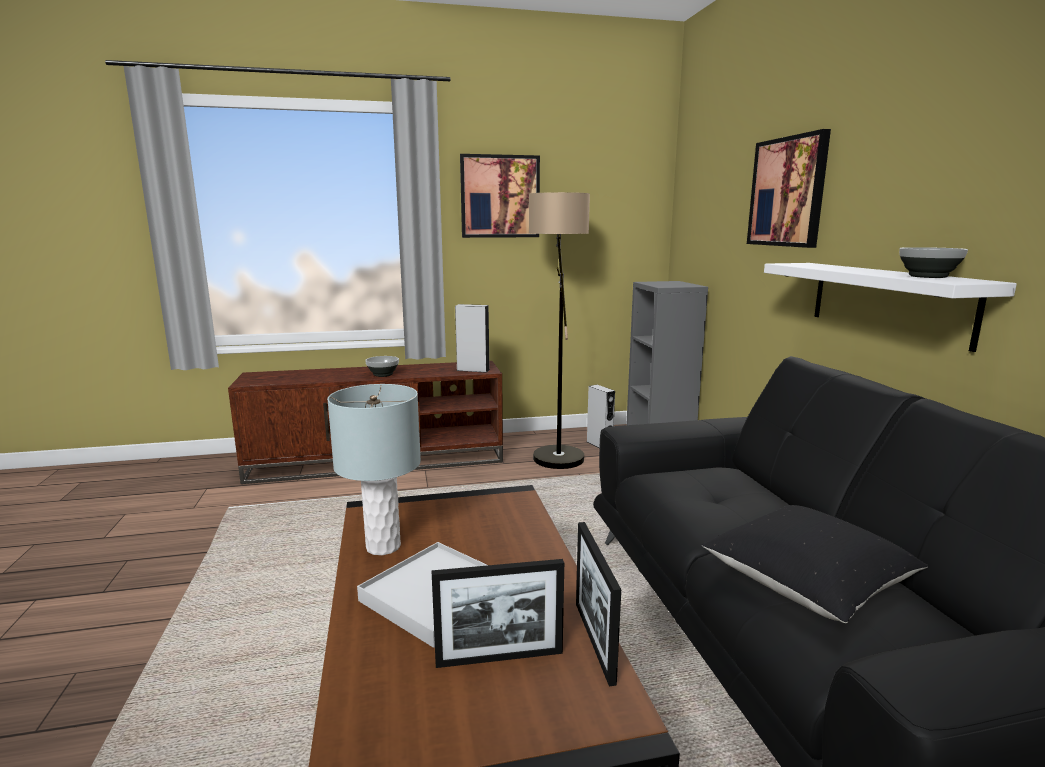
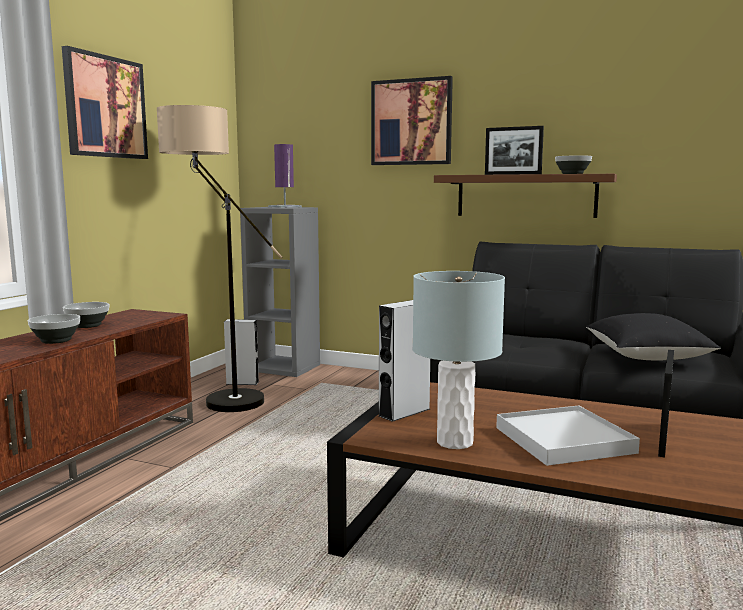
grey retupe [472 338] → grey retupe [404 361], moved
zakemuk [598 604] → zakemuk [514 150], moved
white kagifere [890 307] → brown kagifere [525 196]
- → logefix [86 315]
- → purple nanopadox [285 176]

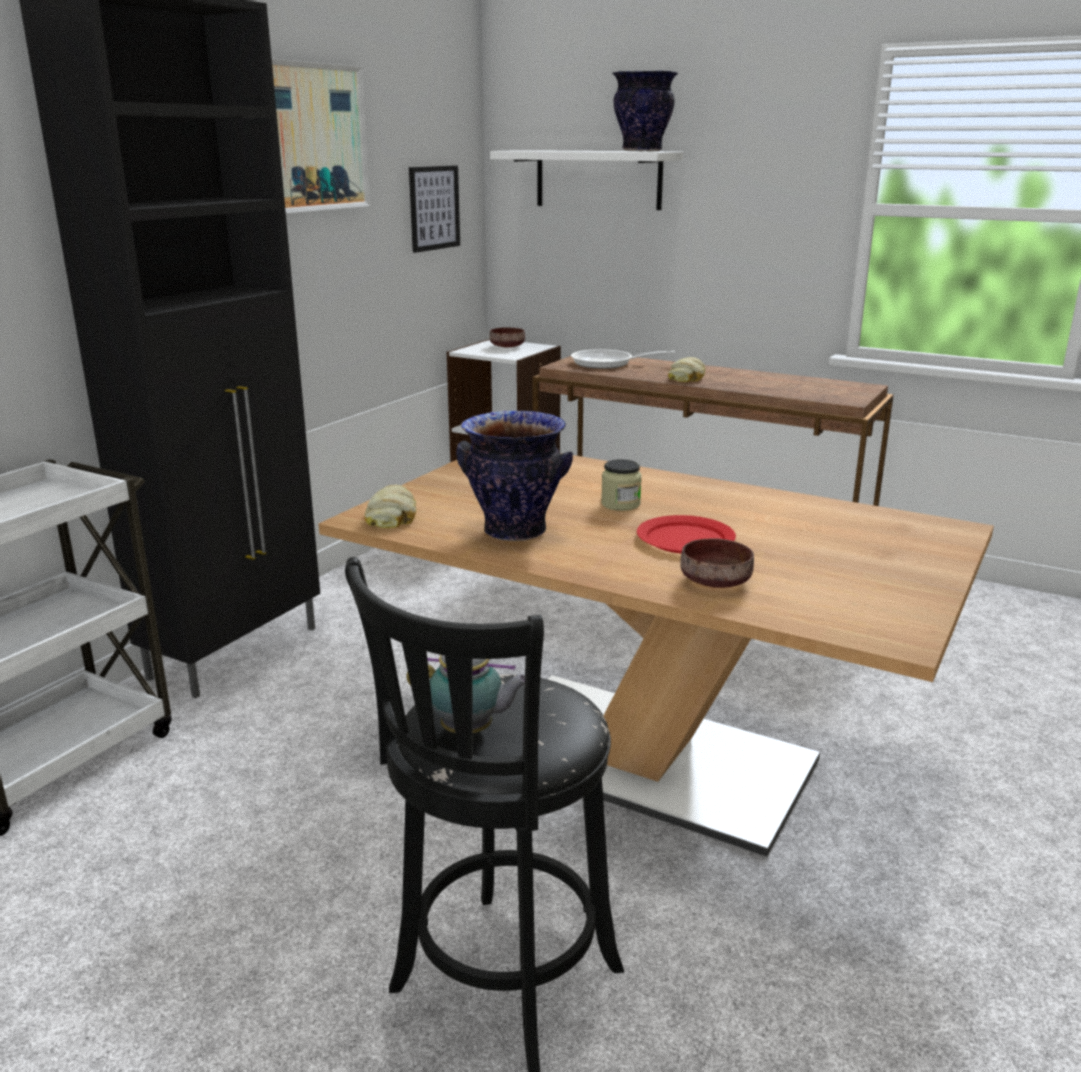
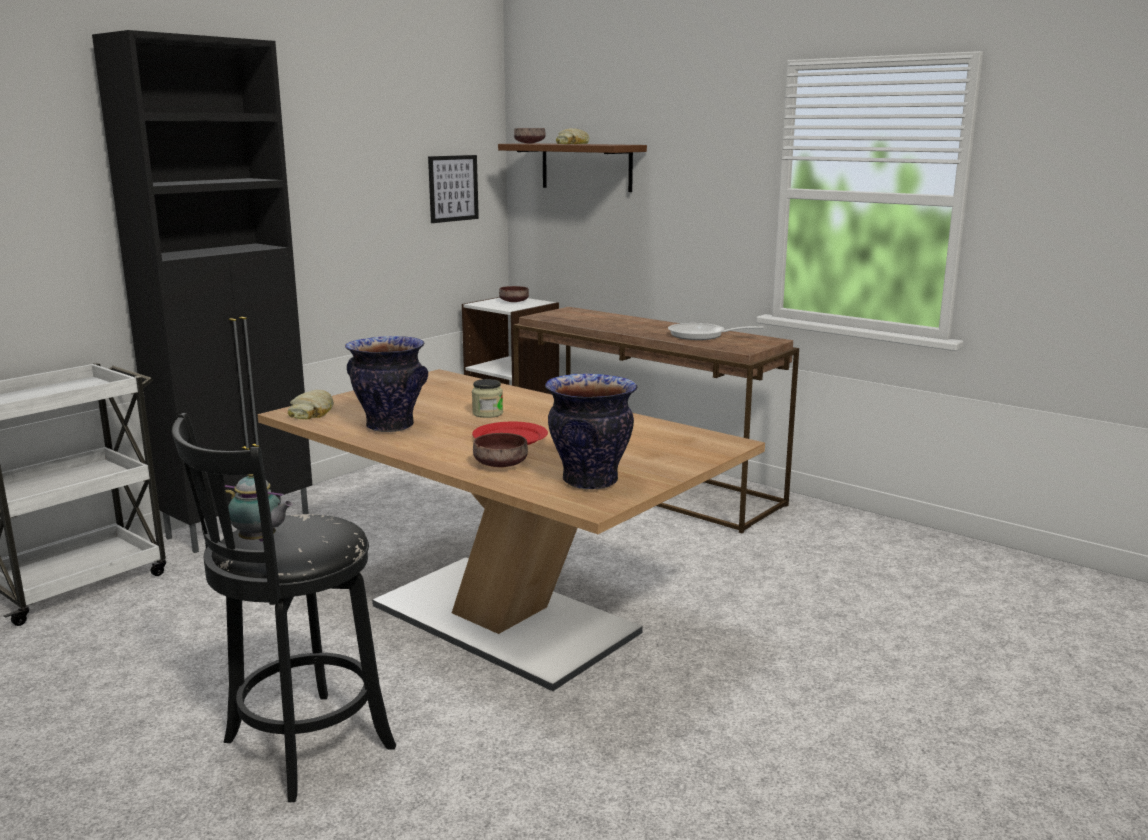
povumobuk [321 136] → -
white kagifere [586 180] → brown kagifere [572 167]
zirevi [623 359] → zirevi [716 331], moved
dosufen [645 111] → dosufen [591 431], moved
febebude [686 369] → febebude [572 136], moved
- → brown logefix [530 136]

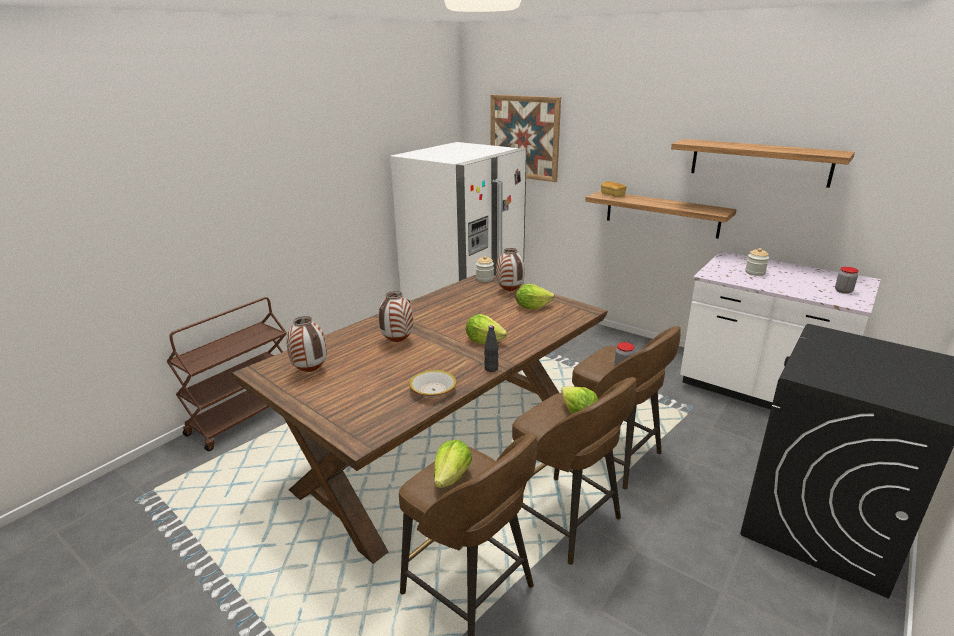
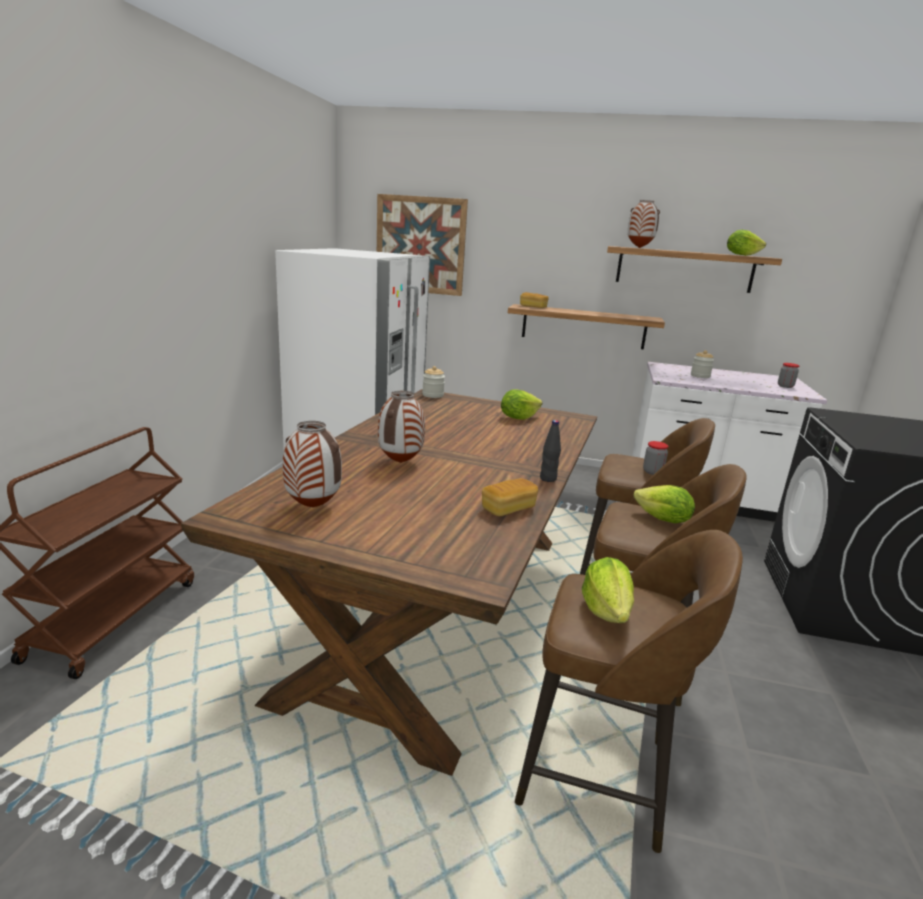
logefix [432 384] → febebude [510 497]
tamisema [487 329] → tamisema [746 243], moved
dosufen [510 270] → dosufen [644 224], moved

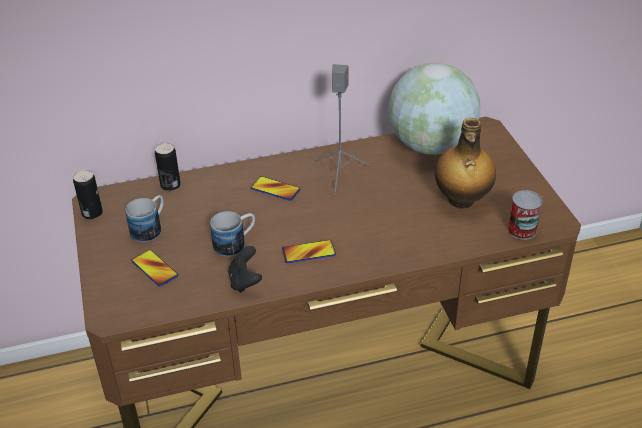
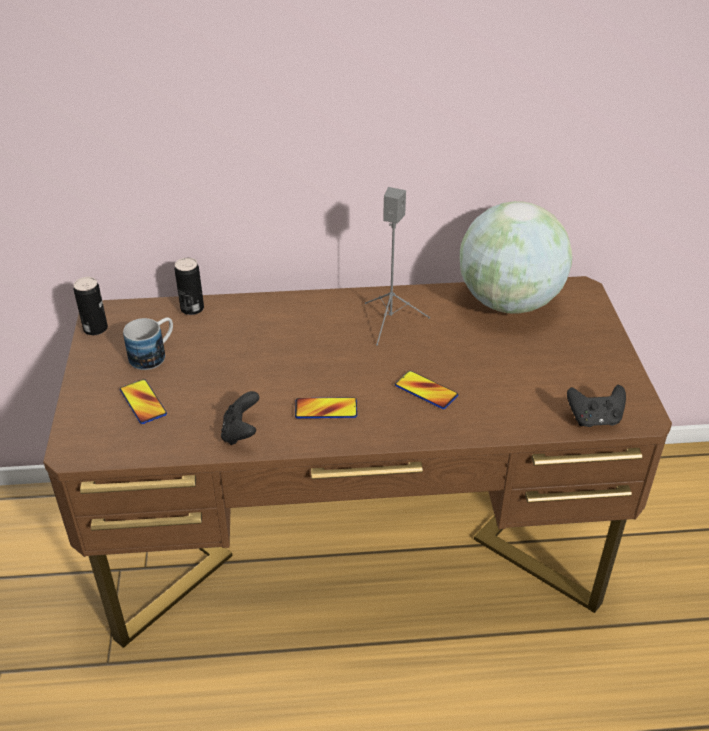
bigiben [232 234] → -
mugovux [276 188] → mugovux [426 390], moved
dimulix [465 163] → -
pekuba [525 215] → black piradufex [596 406]

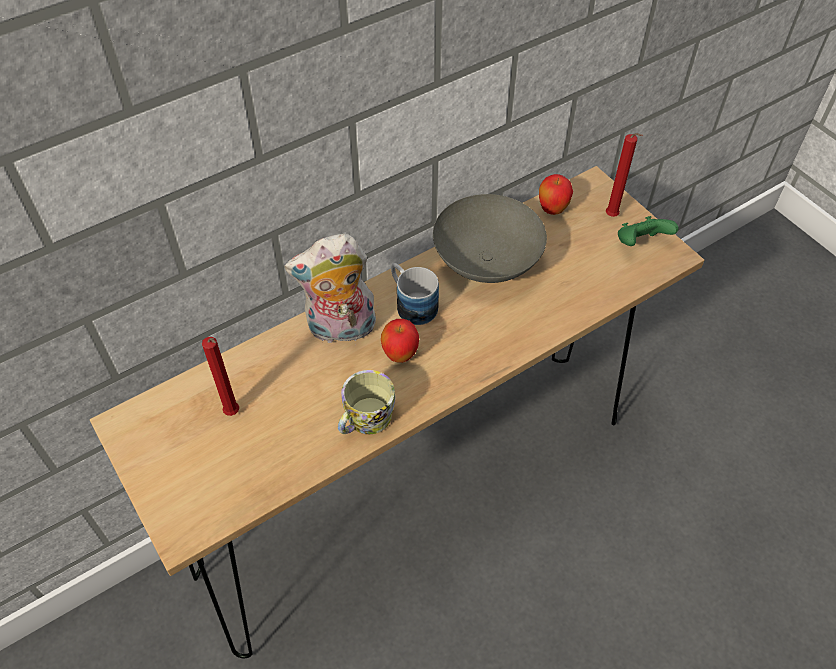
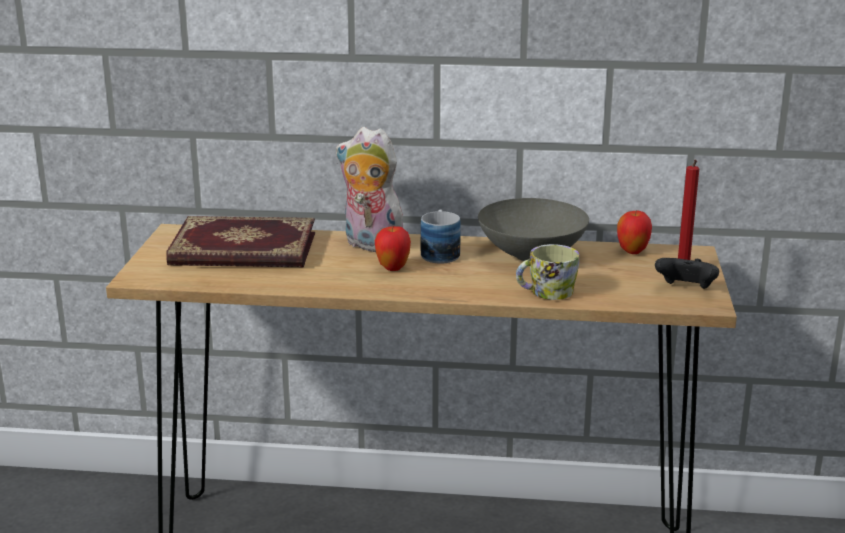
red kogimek [220 376] → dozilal [240 241]
bigiben [366 402] → bigiben [547 272], moved
green piradufex [648 231] → black piradufex [687 273]

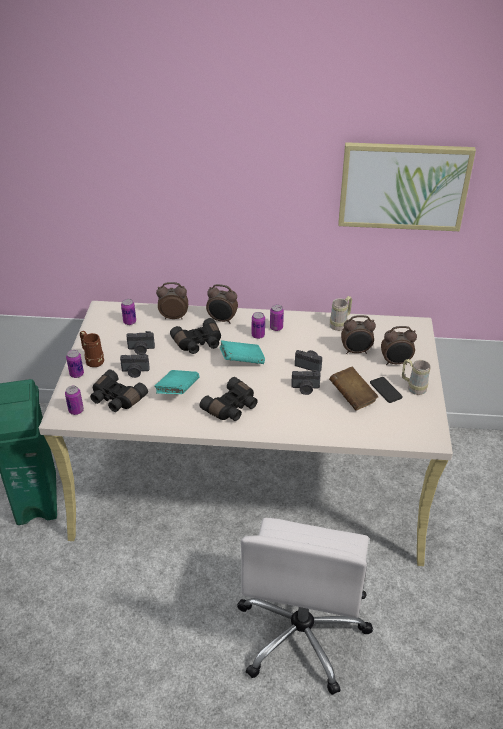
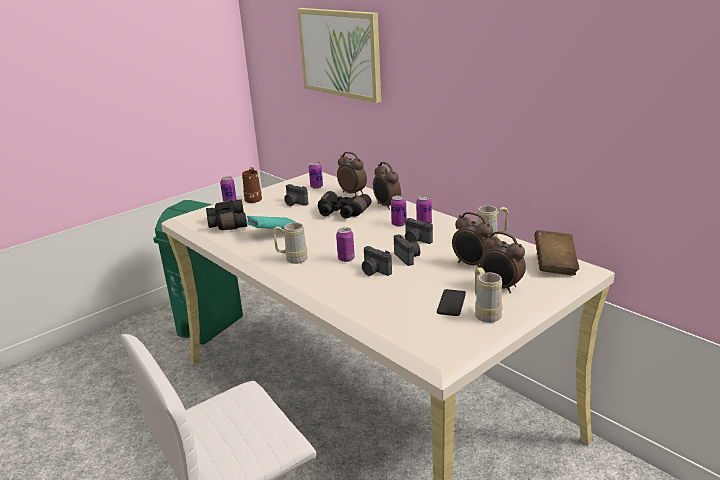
pekuba [74 400] → pekuba [345 244], moved
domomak [135 365] → domomak [419 231], moved
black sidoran [229 399] → beige bigiben [290 243]
turquoise dozilal [242 352] → -
brown dozilal [353 388] → brown dozilal [556 252], moved
povumobuk [407 186] → povumobuk [339 55], moved

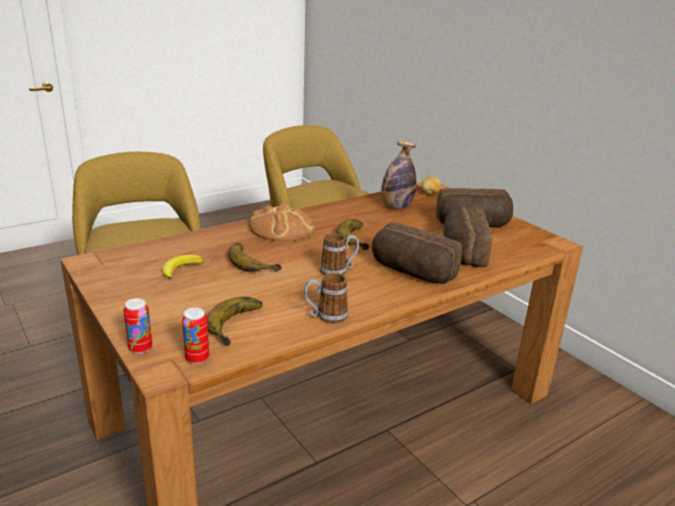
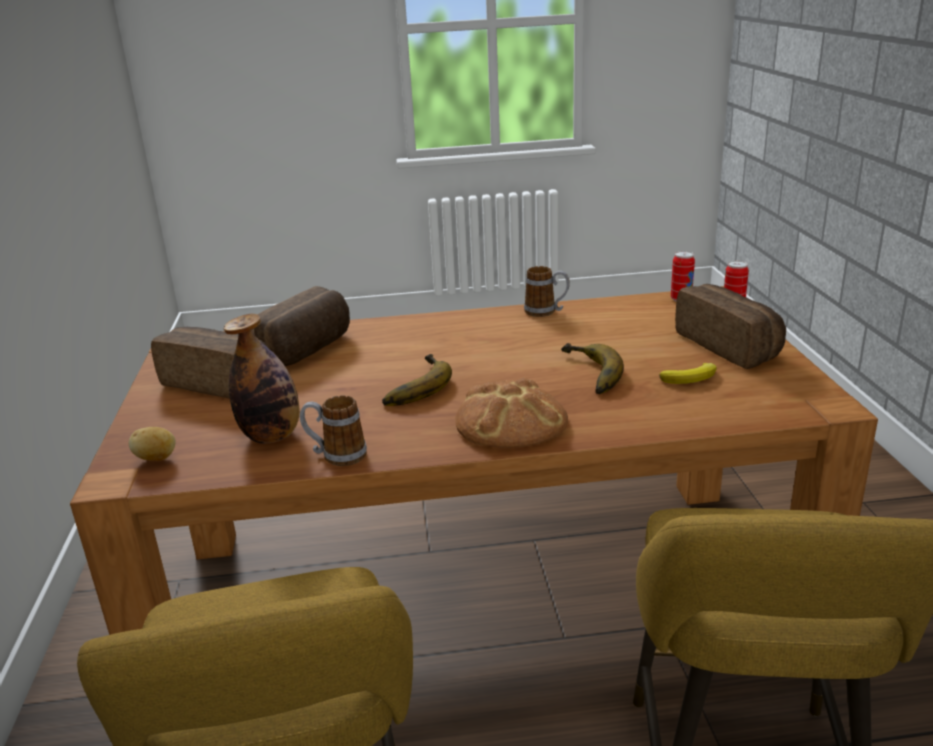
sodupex [234 321] → -
bigiben [339 254] → bigiben [333 430], moved
febebude [417 253] → febebude [730 326], moved

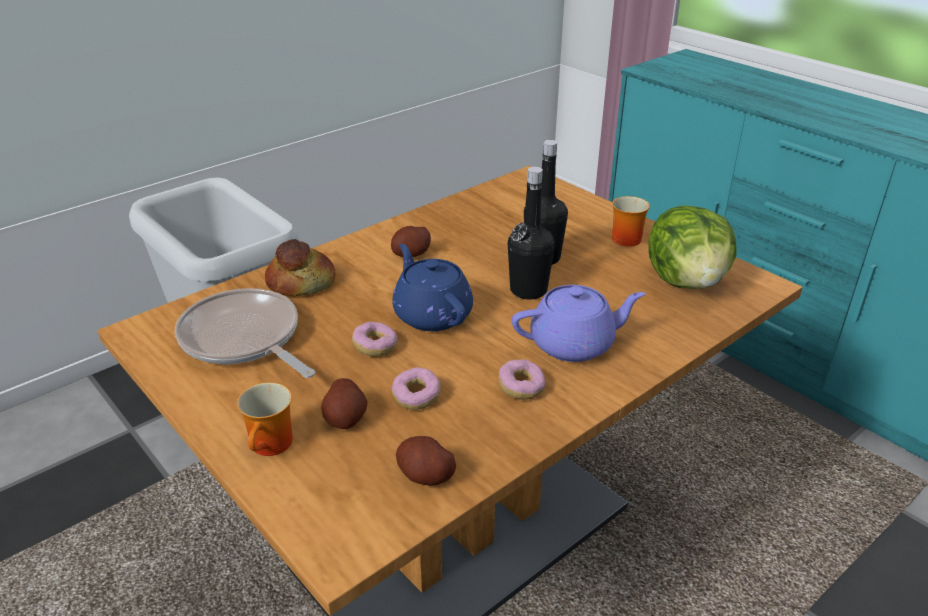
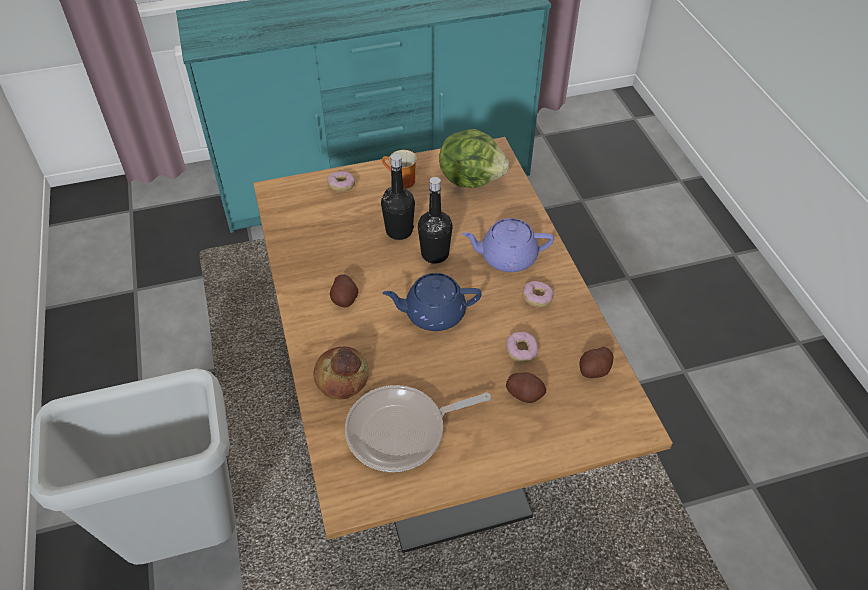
bigiben [265 419] → -
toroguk [375 339] → toroguk [341 181], moved
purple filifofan [578 323] → purple filifofan [508 245], 105 degrees counterclockwise

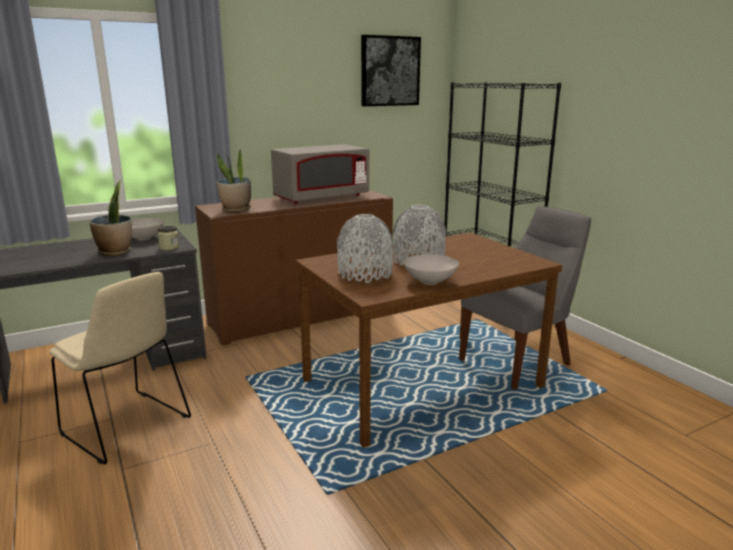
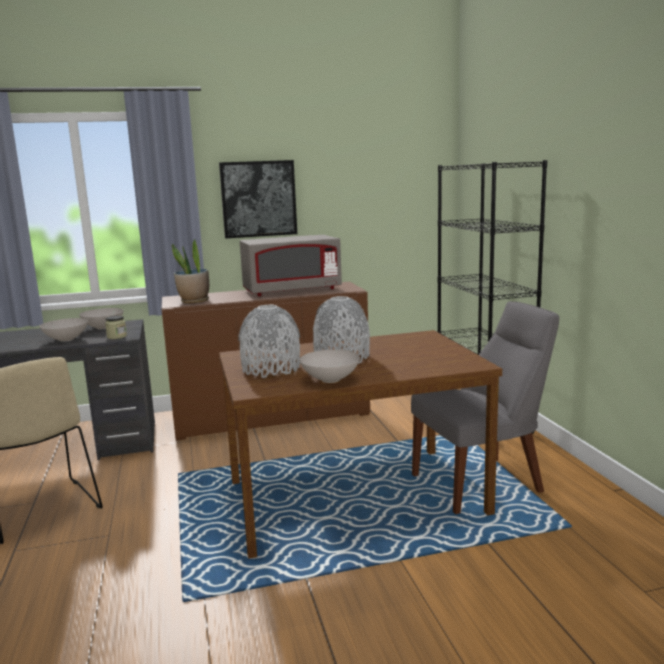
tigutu [110 218] → white logefix [64 329]
povumobuk [391 70] → povumobuk [258 199], moved

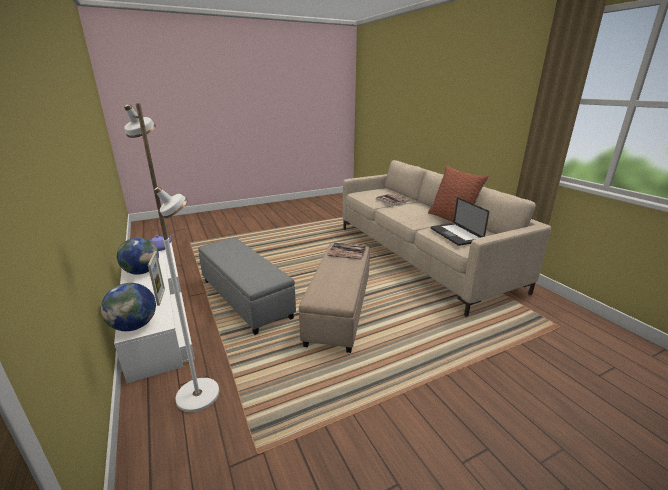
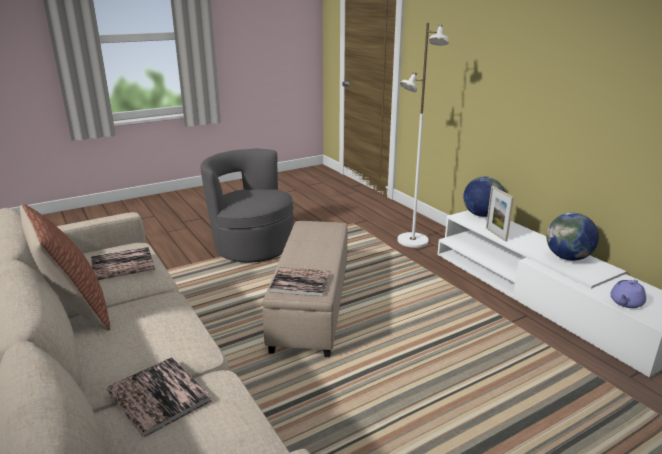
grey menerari [247 286] → -
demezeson [460 221] → dozilal [123 263]
- → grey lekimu [247 206]

